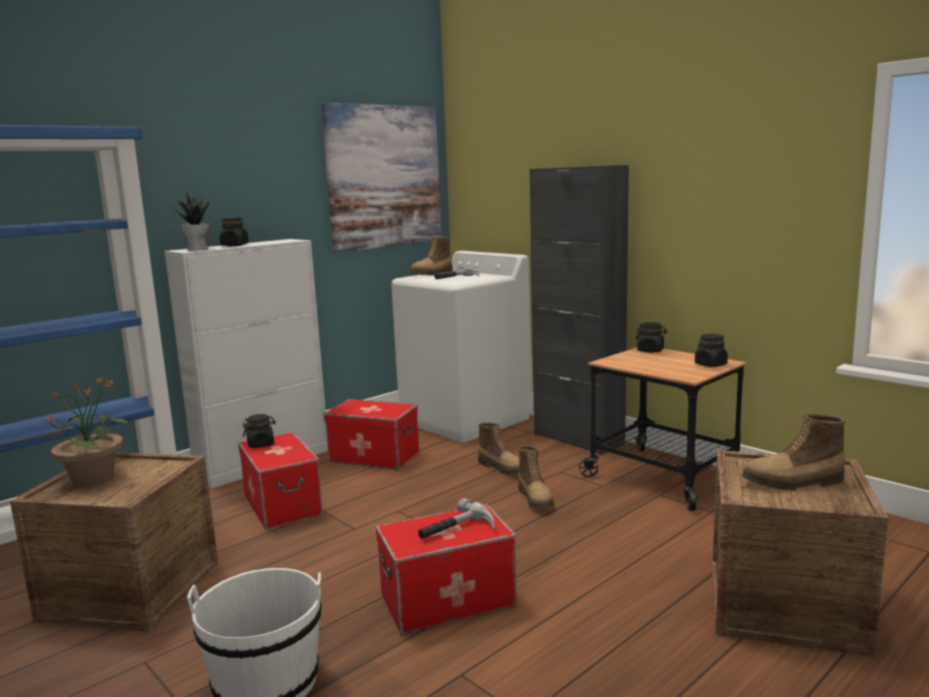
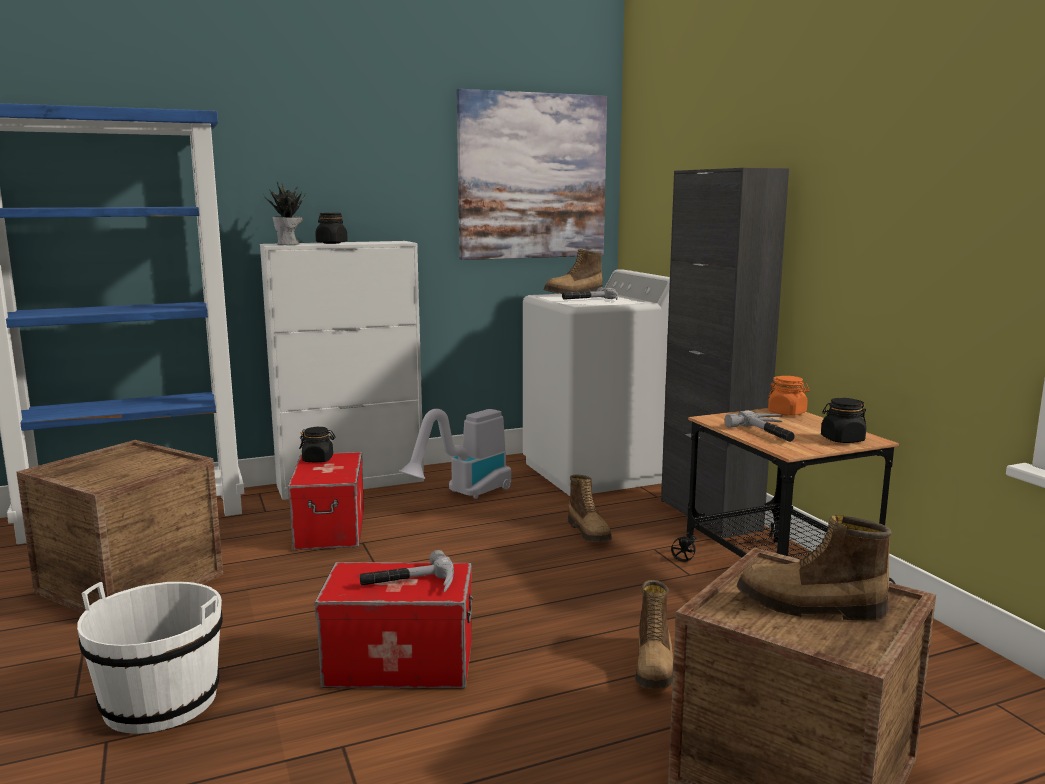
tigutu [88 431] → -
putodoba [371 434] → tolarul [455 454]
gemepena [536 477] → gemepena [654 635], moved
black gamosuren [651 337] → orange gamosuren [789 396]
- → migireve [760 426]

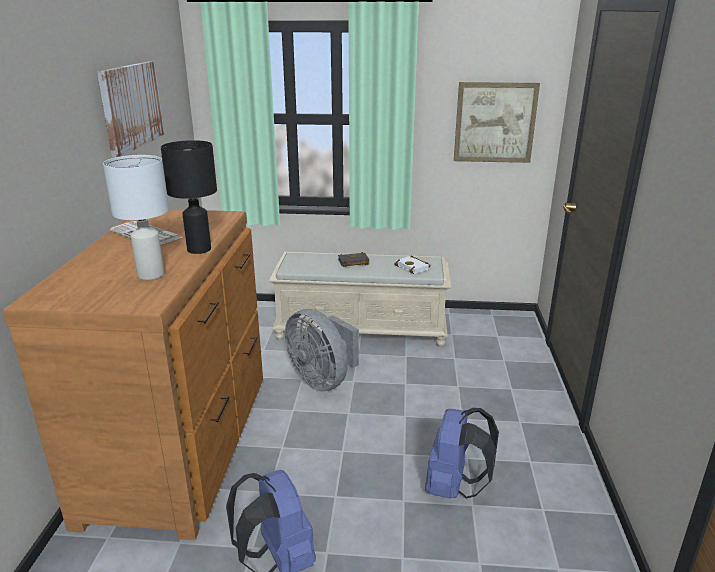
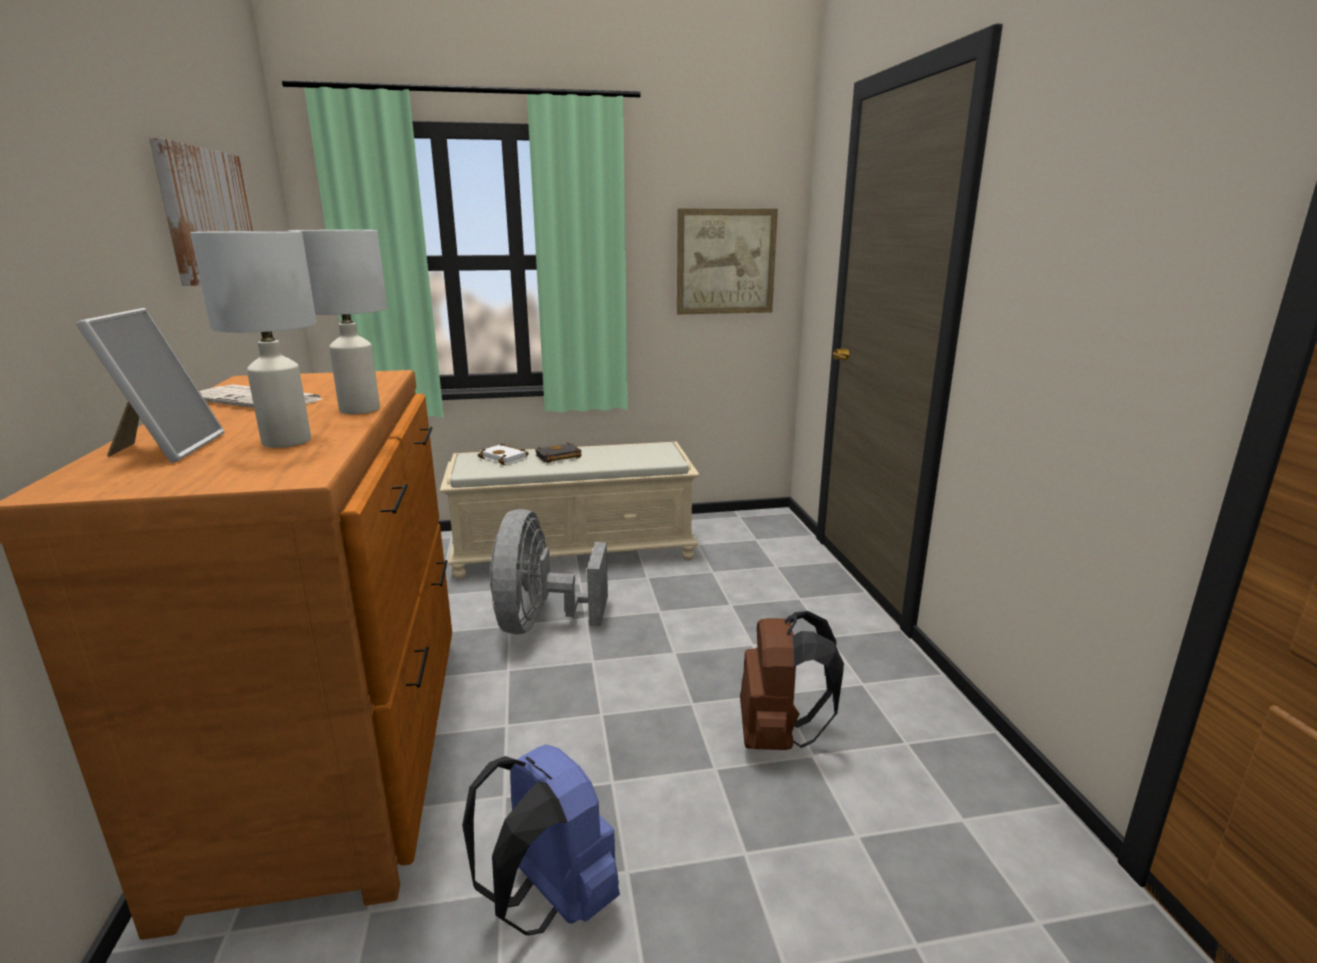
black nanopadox [189 197] → white nanopadox [337 322]
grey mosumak [322 350] → grey mosumak [549 572], 60 degrees clockwise
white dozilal [412 264] → white dozilal [503 454], moved
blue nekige [462 453] → brown nekige [792 680]
- → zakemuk [150 385]

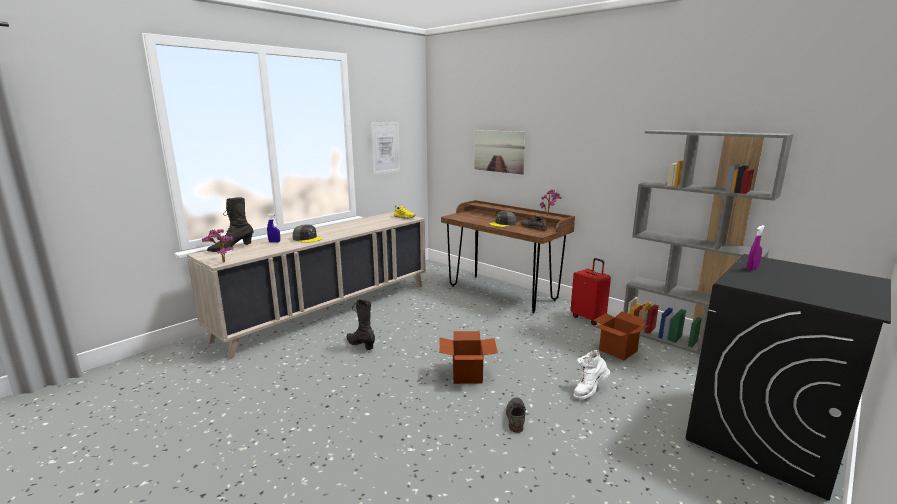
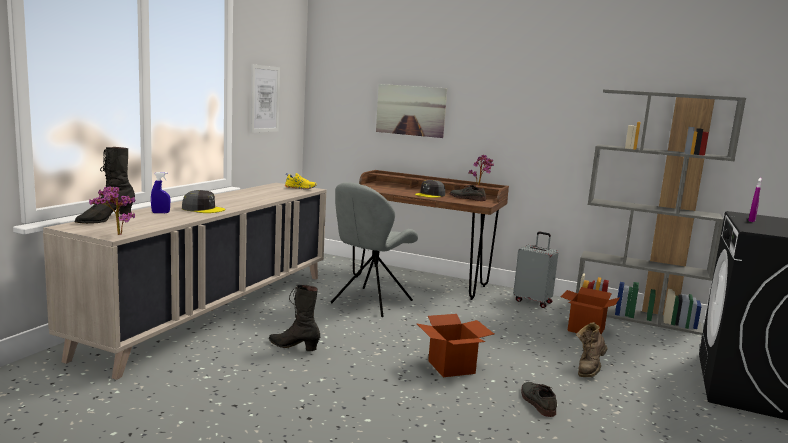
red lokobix [591 291] → grey lokobix [535 270]
white gemepena [591 374] → brown gemepena [591 349]
- → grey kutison [374 250]

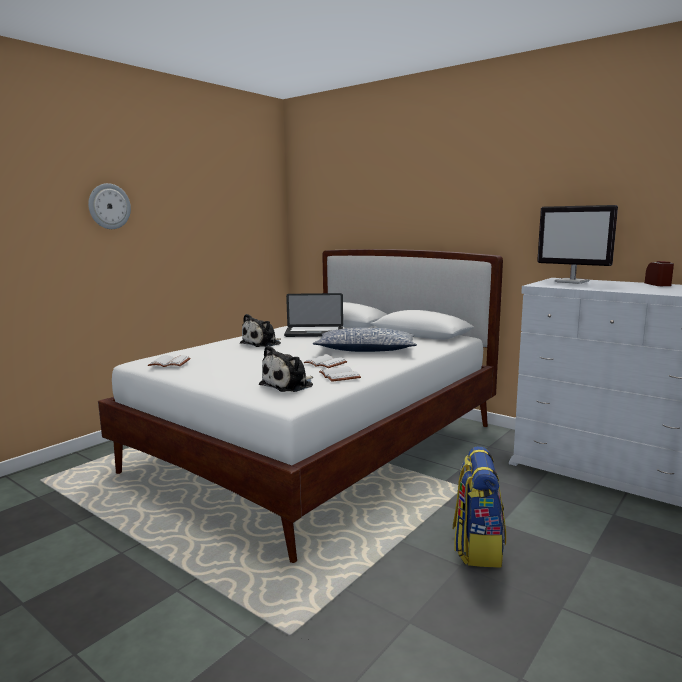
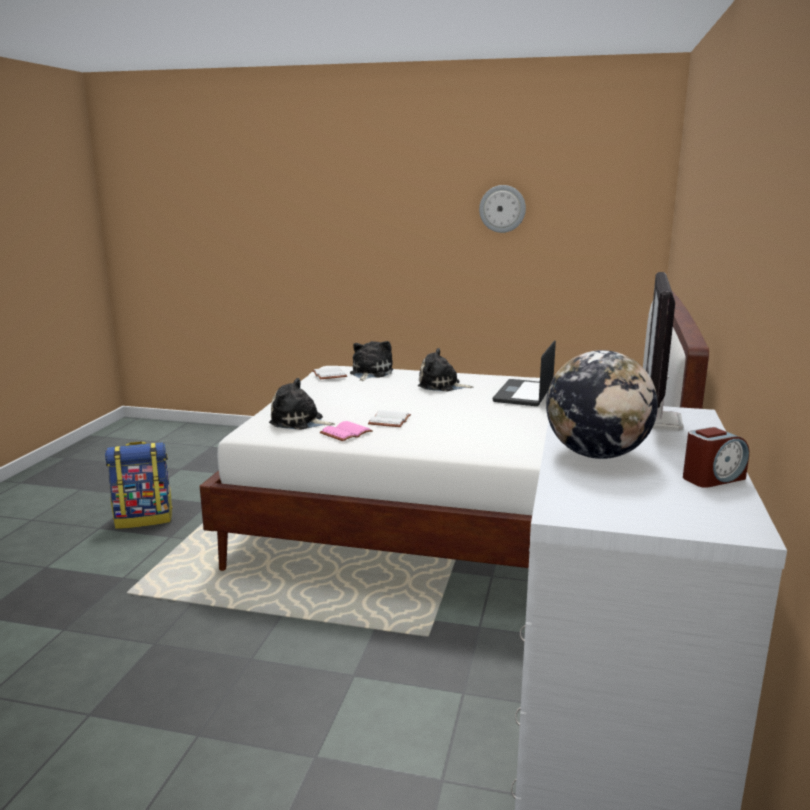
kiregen [109 206] → kiregen [502 209], moved
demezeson [313 315] → demezeson [524 373], 45 degrees clockwise
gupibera [365 340] → -
white dozilal [340 374] → pink dozilal [346 431]
nekige [479 507] → nekige [139 485], moved
- → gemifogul [371 361]
- → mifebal [602 404]

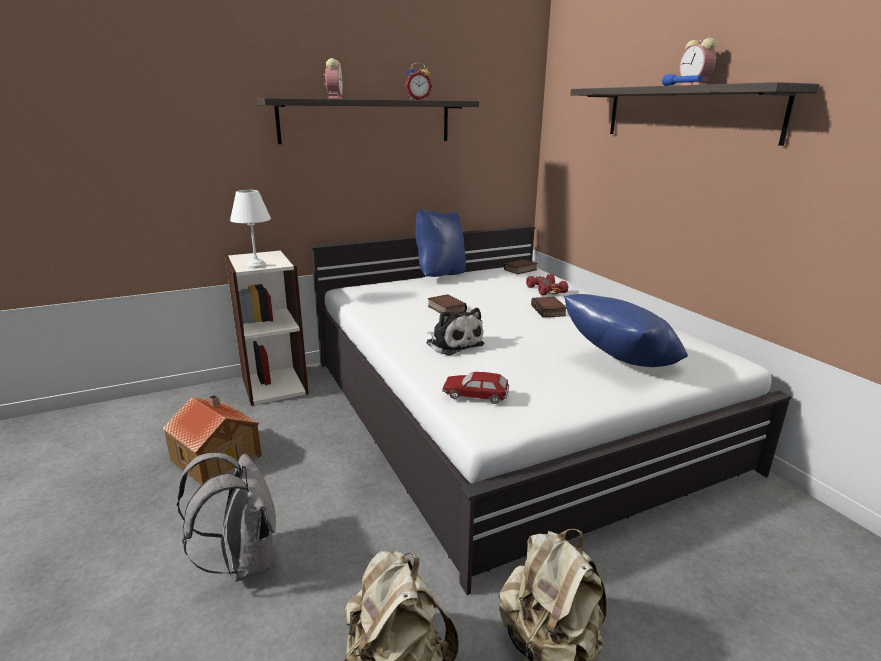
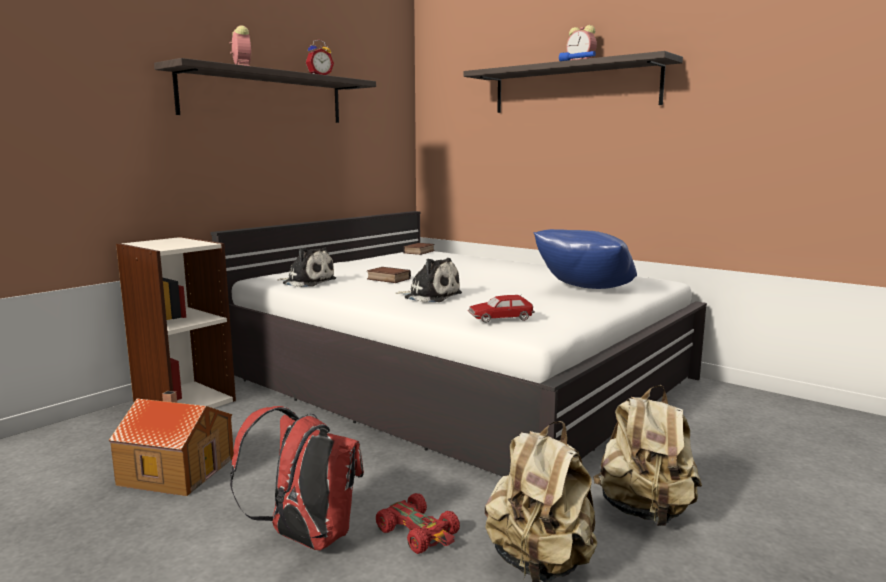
grey nekige [226 517] → red nekige [297 478]
white nanopadox [250 229] → -
blue gupibera [440 242] → -
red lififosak [547 284] → red lififosak [418 523], moved
dozilal [549 307] → -
- → gemifogul [306 267]

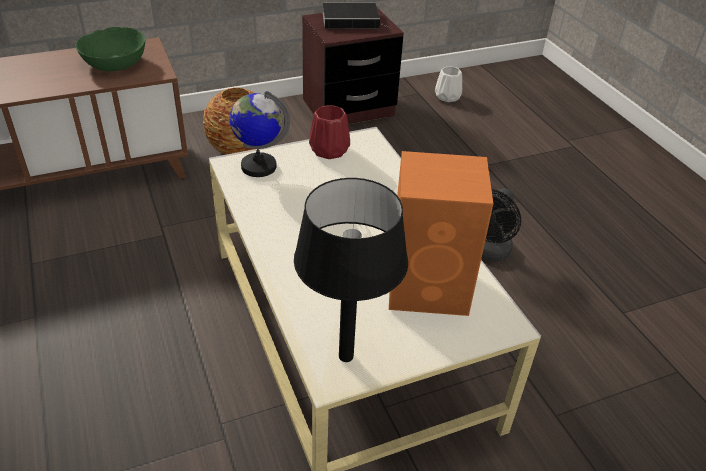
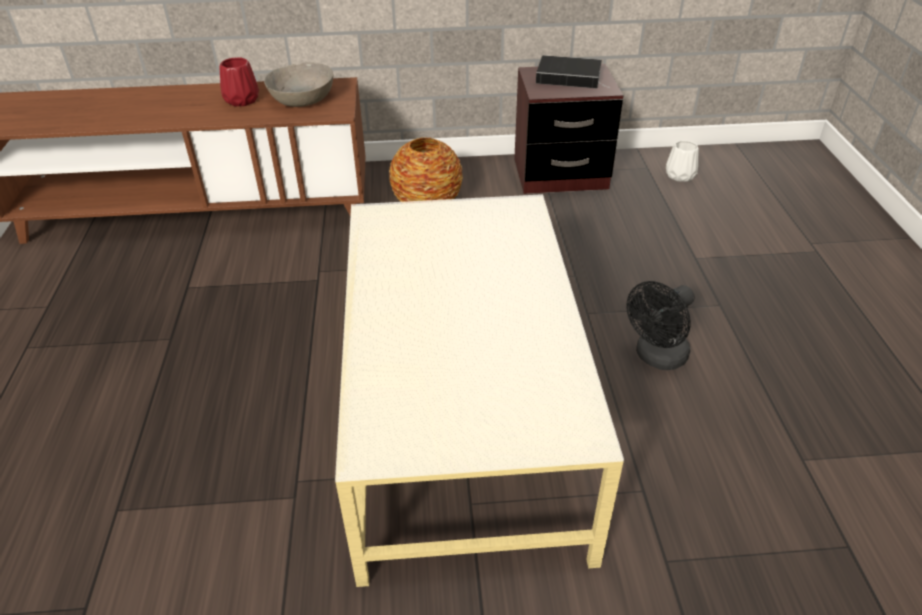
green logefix [110 49] → grey logefix [298 84]
mifebal [260 134] → -
black nanopadox [351 270] → -
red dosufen [329 132] → red dosufen [239 81], moved
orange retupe [441 233] → -

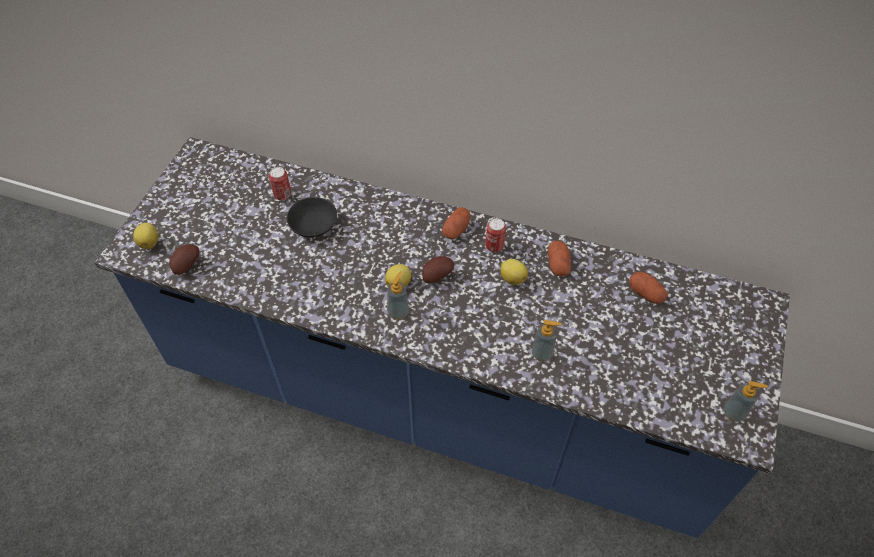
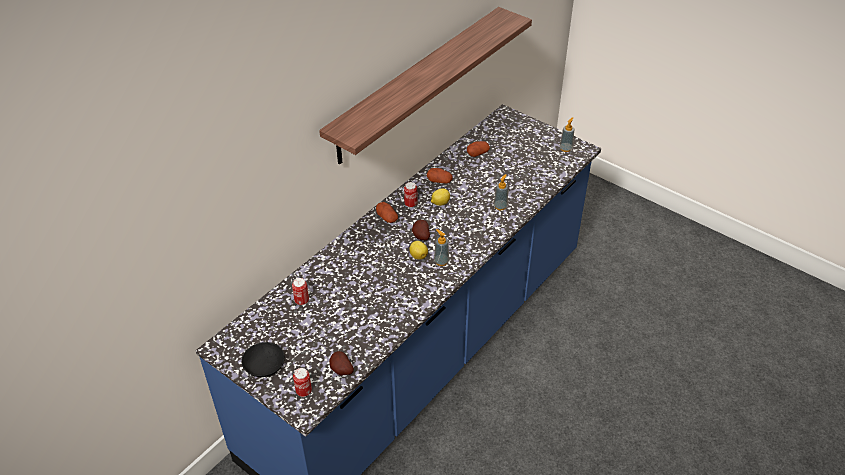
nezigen [145 236] → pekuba [302 382]
black logefix [312 217] → black logefix [263 359], moved
- → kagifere [425 86]

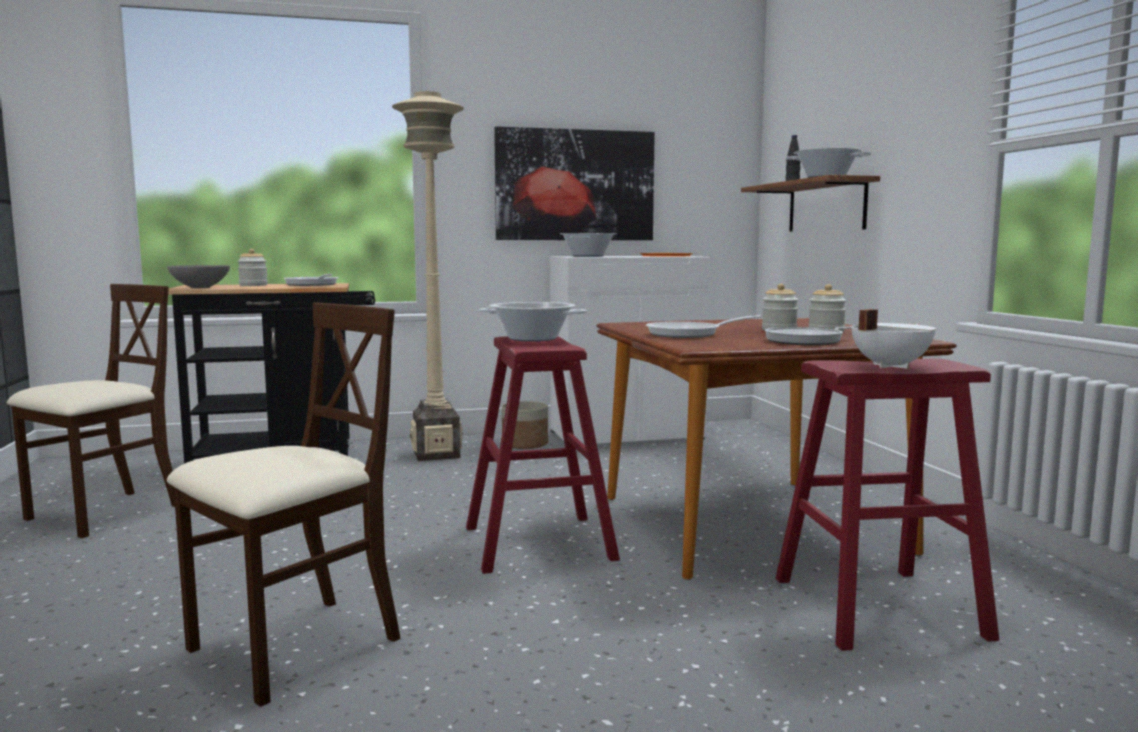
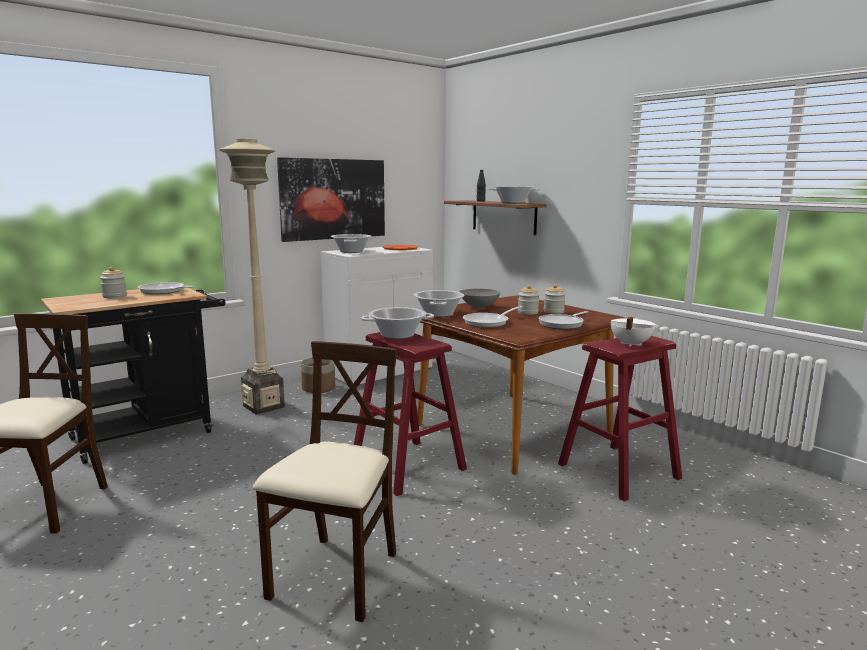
grey logefix [198 276] → grey logefix [480 299], moved
- → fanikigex [439 303]

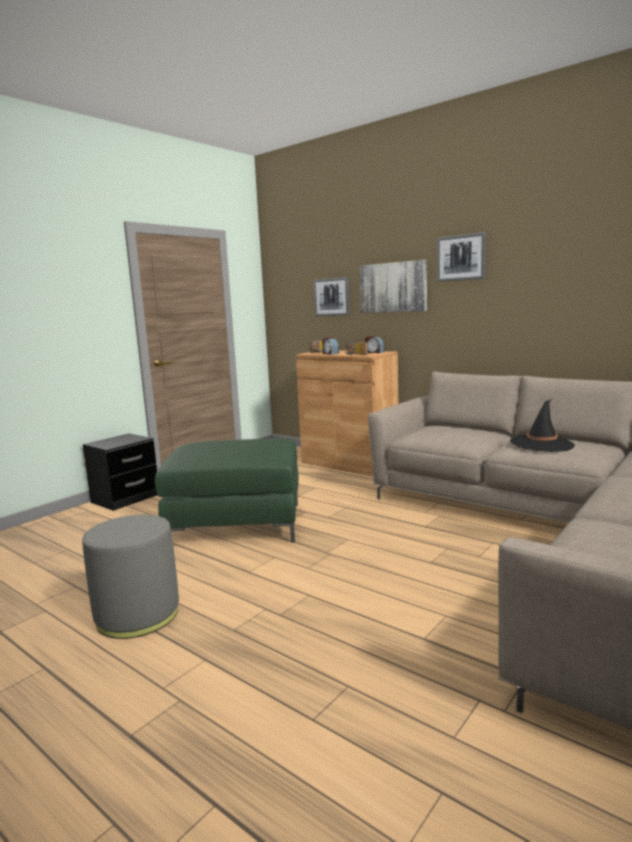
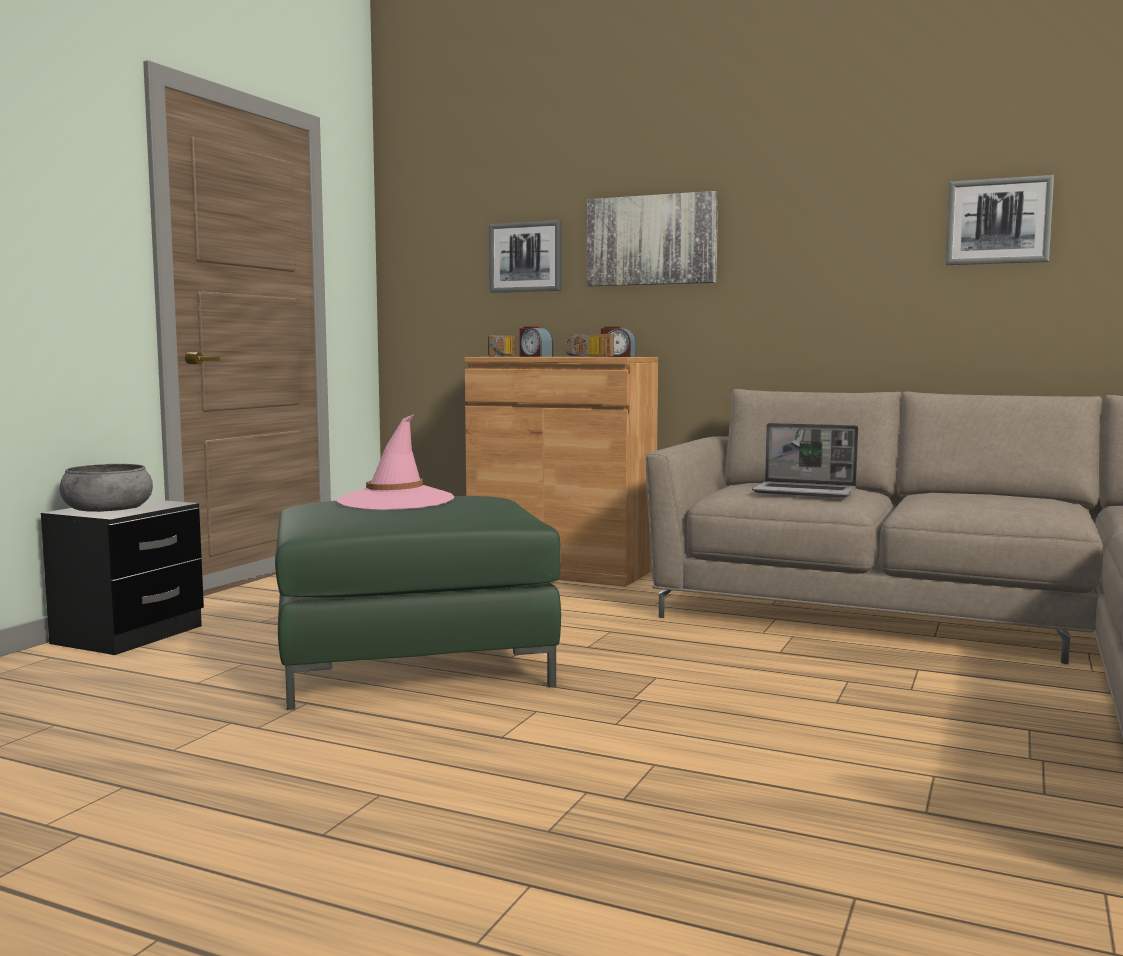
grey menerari [130 577] → -
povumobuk [461 257] → povumobuk [1000 220], moved
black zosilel [542 425] → -
- → grey logefix [106 488]
- → pink zosilel [395 462]
- → demezeson [805 460]

